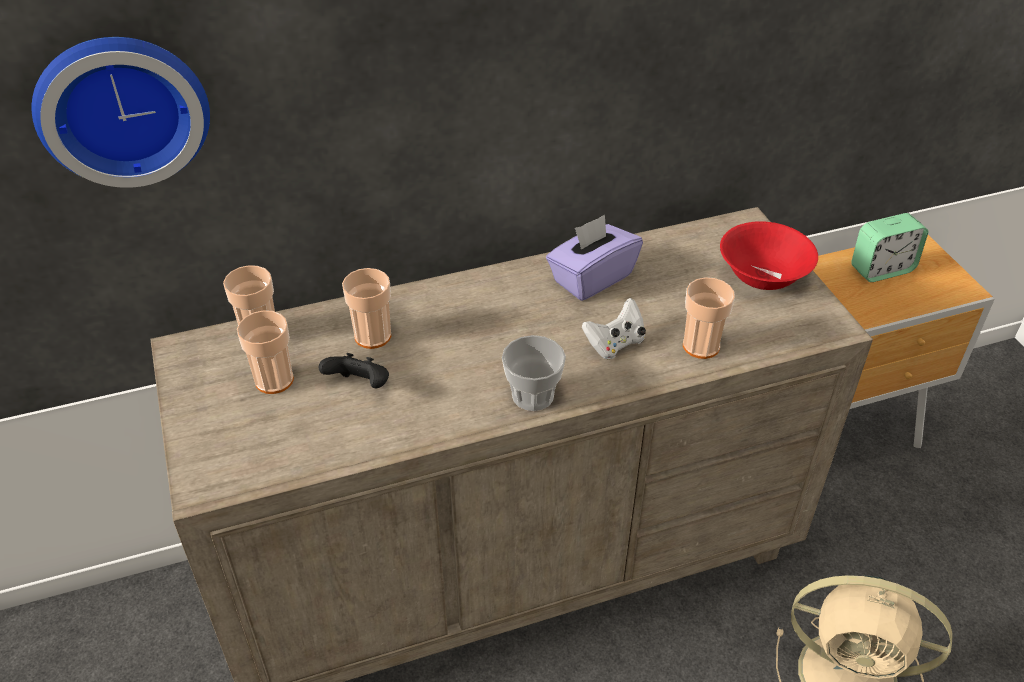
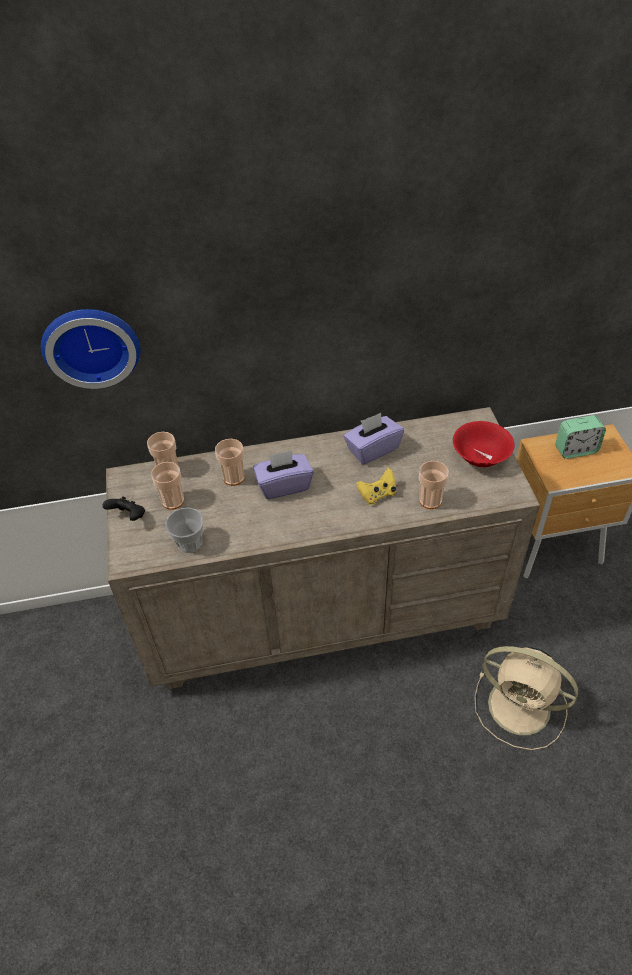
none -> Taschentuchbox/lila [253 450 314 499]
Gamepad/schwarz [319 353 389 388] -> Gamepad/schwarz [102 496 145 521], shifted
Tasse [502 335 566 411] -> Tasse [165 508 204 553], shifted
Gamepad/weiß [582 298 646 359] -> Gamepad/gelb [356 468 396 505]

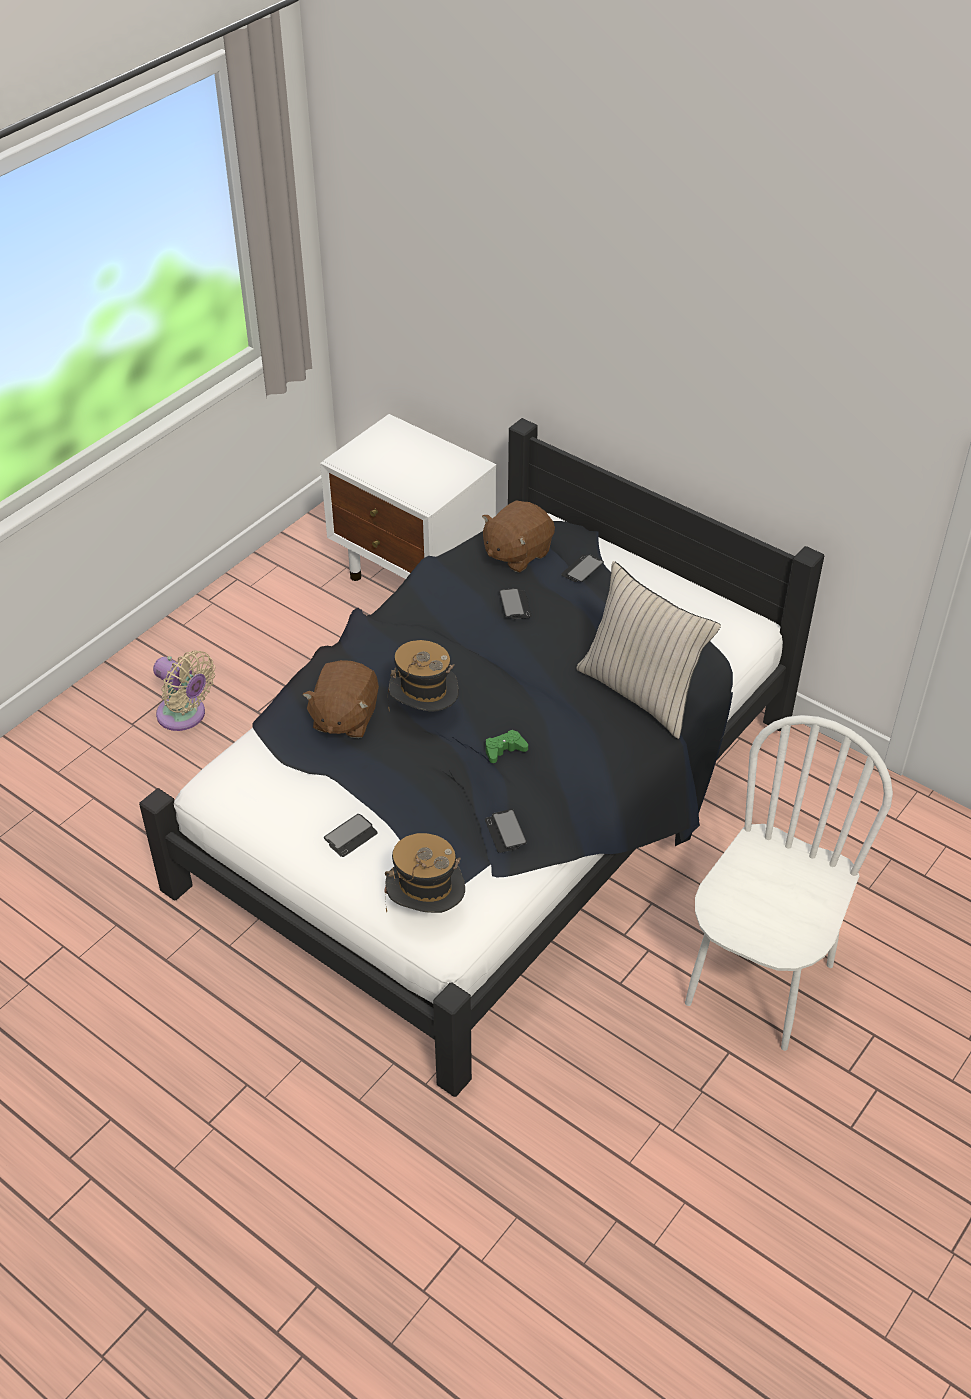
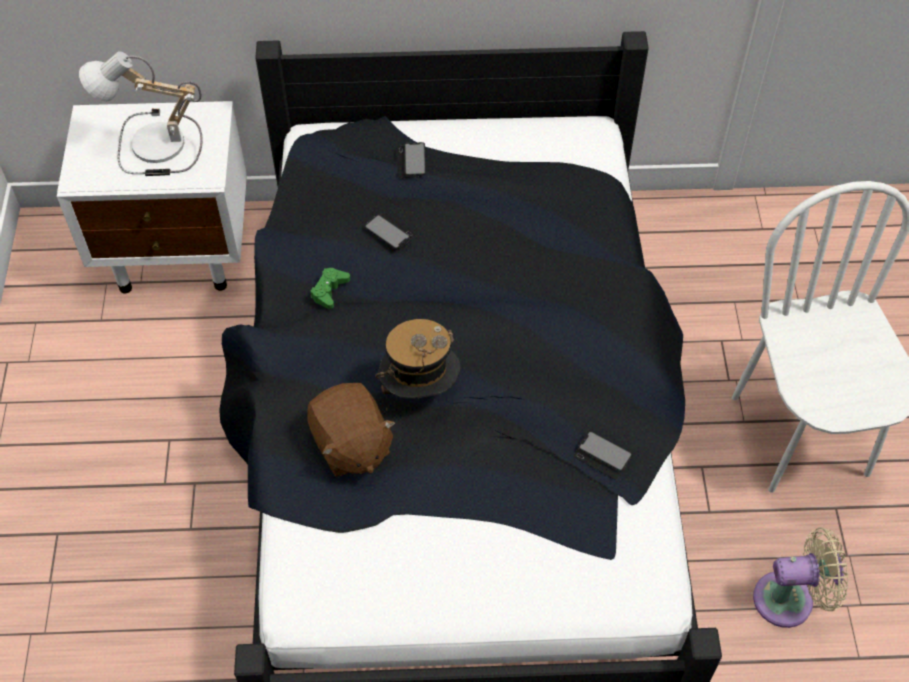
Handy [324 814 378 857] -> none
Hut [384 833 465 913] -> none
Plüschtier/braun [482 500 555 573] -> none
Kissen/beige [576 561 721 739] -> none
none -> Tischlampe [79 51 203 176]
Ventilator/beige [153 650 215 731] -> Ventilator/beige [753 527 848 628], shifted
Gamepad/grün [486 730 528 763] -> Gamepad/grün [310 268 350 309], shifted

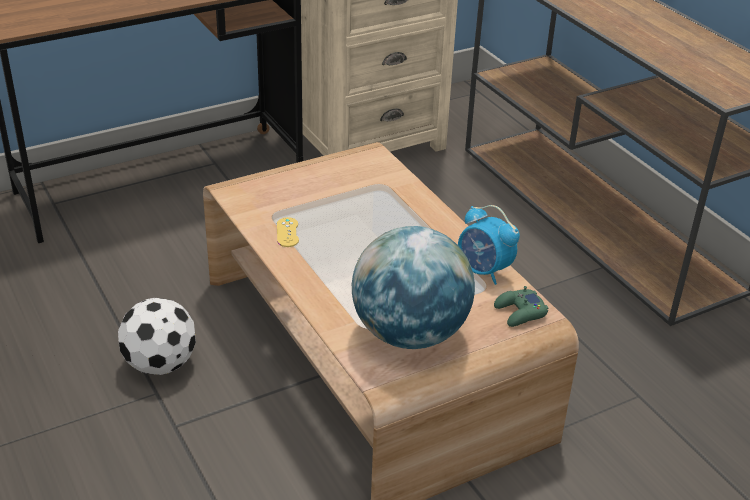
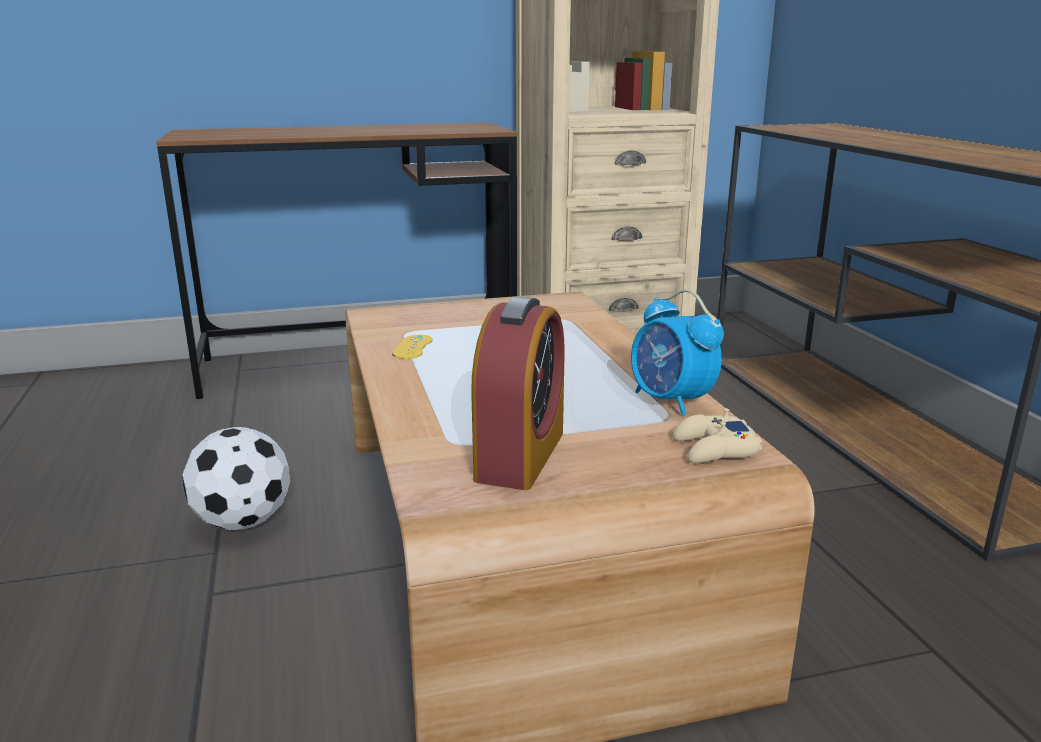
Globus [352 226 475 349] -> Wecker [471 297 565 490]
Gamepad/grün [494 286 549 327] -> Gamepad/beige [672 408 762 464]

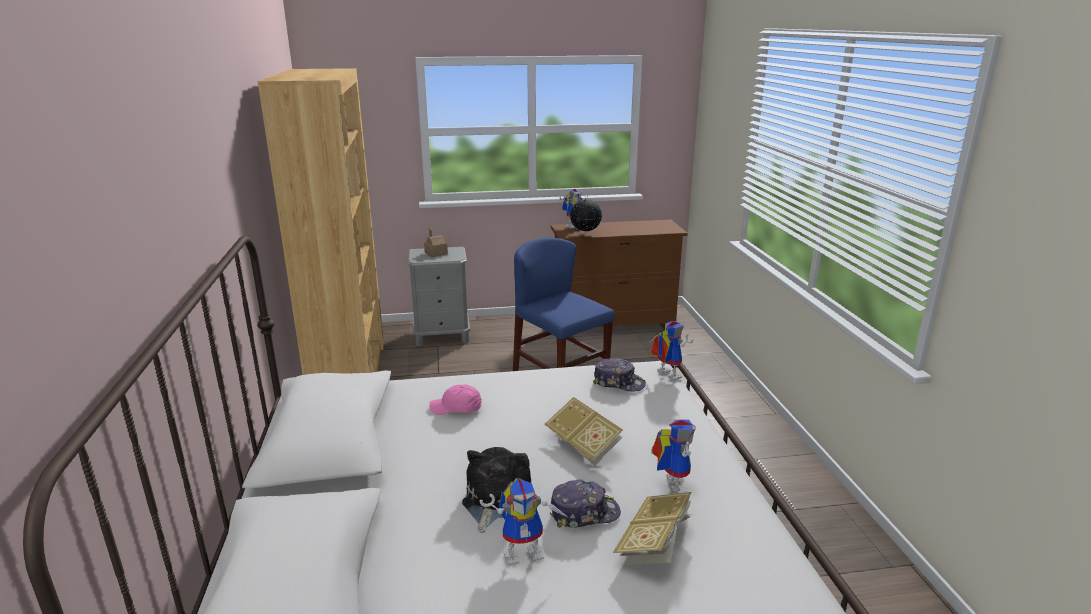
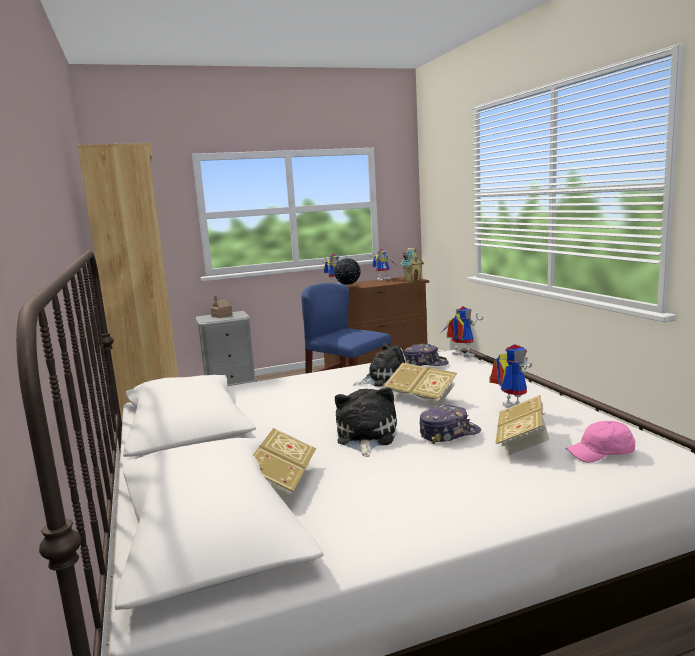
none -> Buch [253 428 316 504]
none -> Plüschtier [353 343 407 387]
none -> Spielzeughaus [401 248 424 281]
Kappe/rosa [429 385 482 415] -> Kappe/rosa [565 421 635 463], shifted
Spielzeugroboter [480 478 569 565] -> Spielzeugroboter [369 248 395 281], shifted

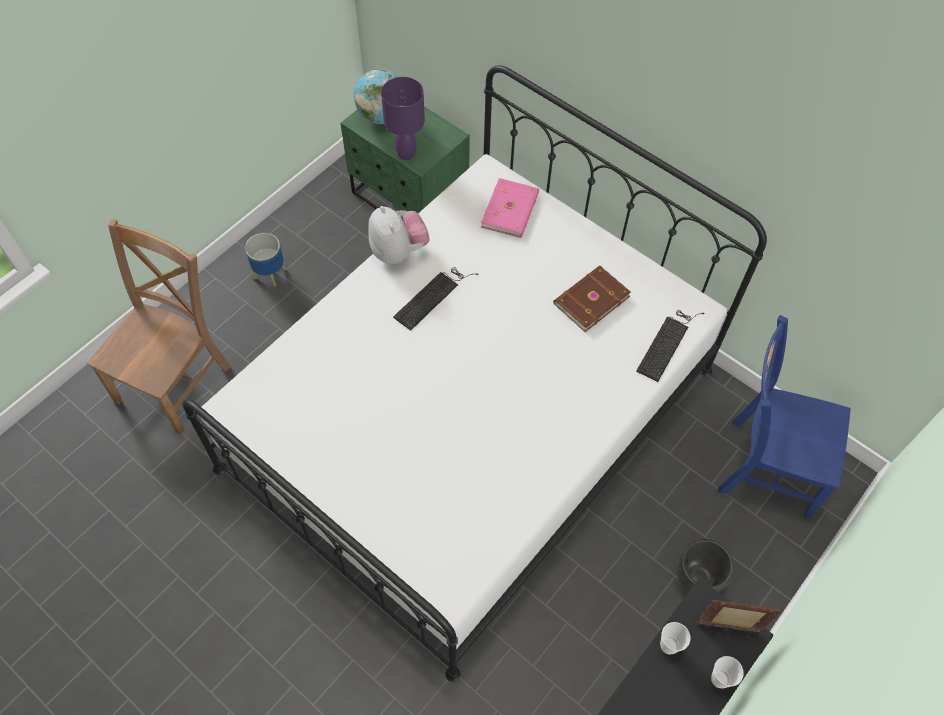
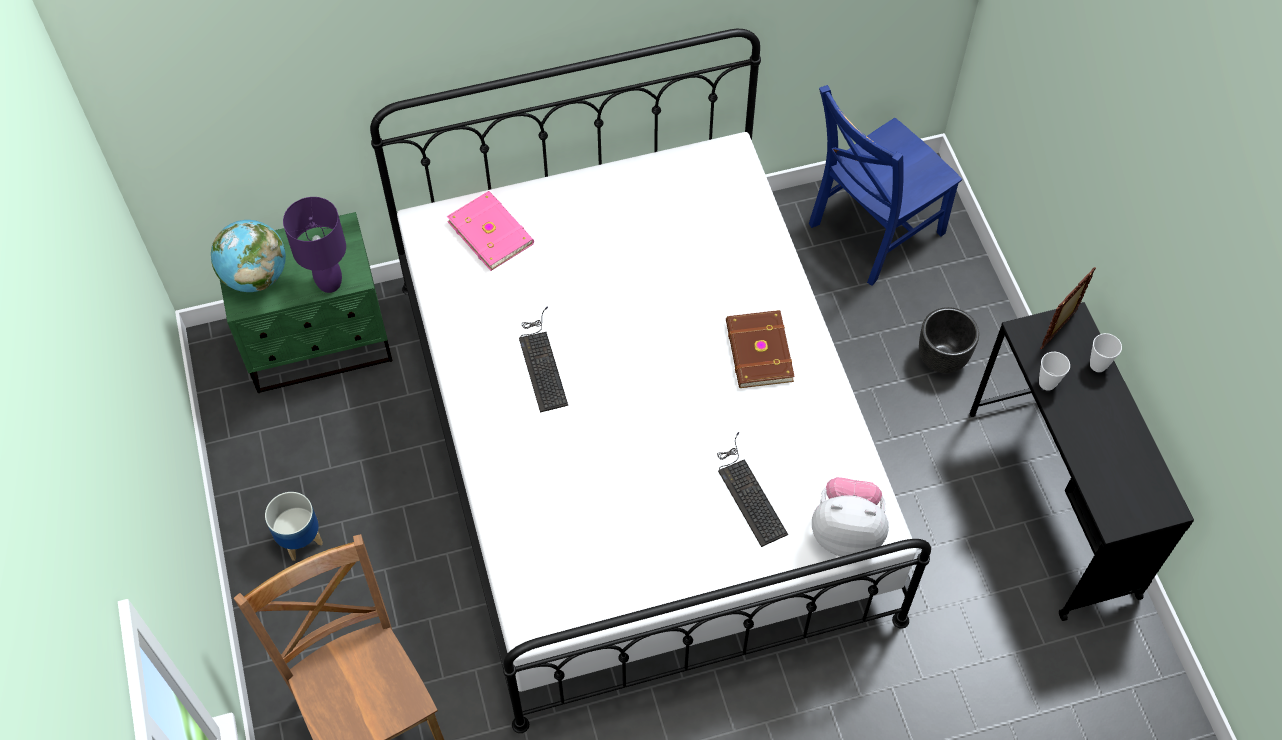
Plüschtier [368 206 430 264] -> Plüschtier [812 477 889 557], shifted
Buch/braun [553 265 631 332] -> Buch/braun [726 310 795 388], shifted
Tastatur [636 310 705 382] -> Tastatur [717 432 788 547], shifted

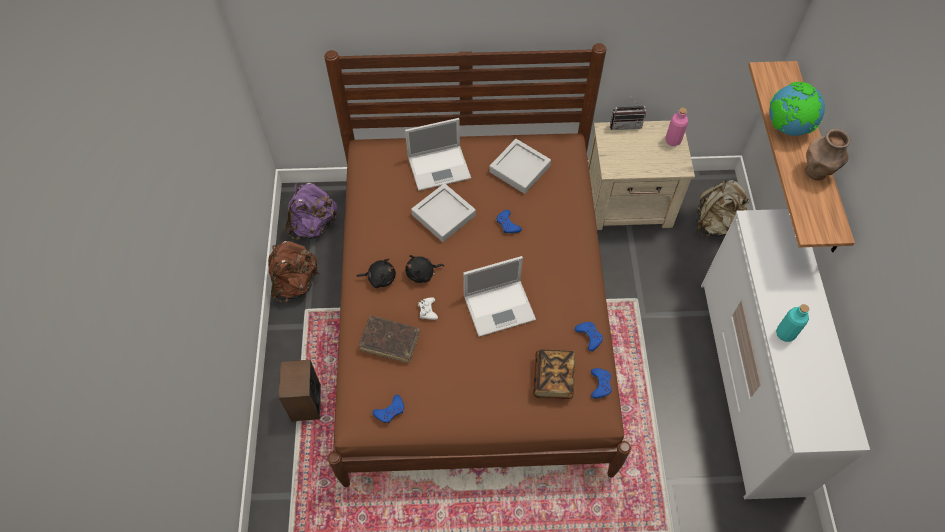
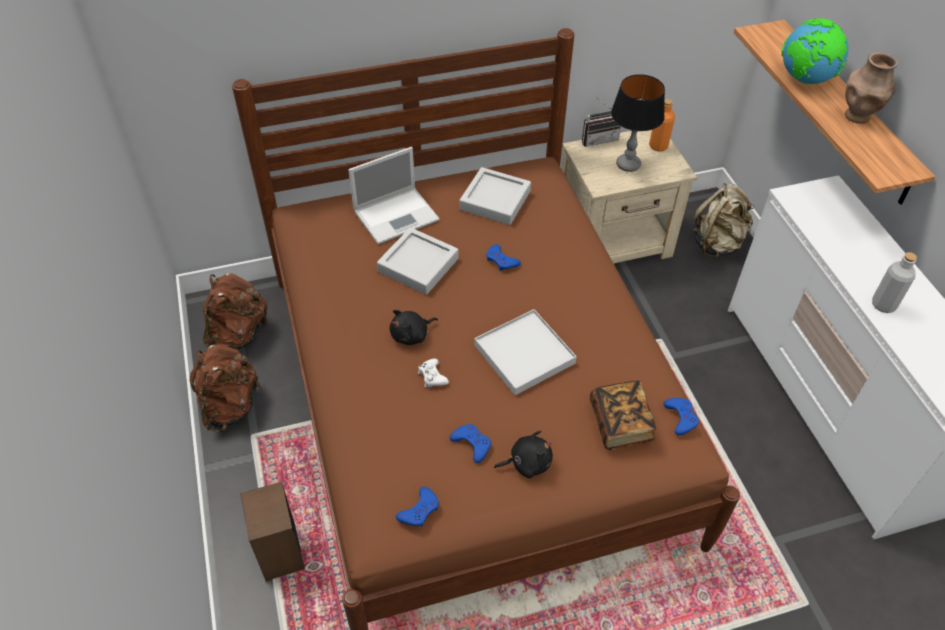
Buch/braun [359 315 420 363] -> none
none -> Tischlampe [611 74 665 172]
Plüschtier/schwarz [357 259 396 288] -> Plüschtier/schwarz [494 430 553 478], shifted
Gamepad/blau [575 322 603 351] -> Gamepad/blau [450 424 491 463], shifted
Laptop [463 256 536 337] -> Tablett/weiß [474 309 577 395]
Rucksack/lila [285 183 338 240] -> Rucksack/braun [203 273 269 349]
Flasche/rosa [666 108 688 146] -> Flasche/orange [649 99 675 152]
Flasche/türkis [776 304 809 342] -> Flasche/grau [872 252 917 313]

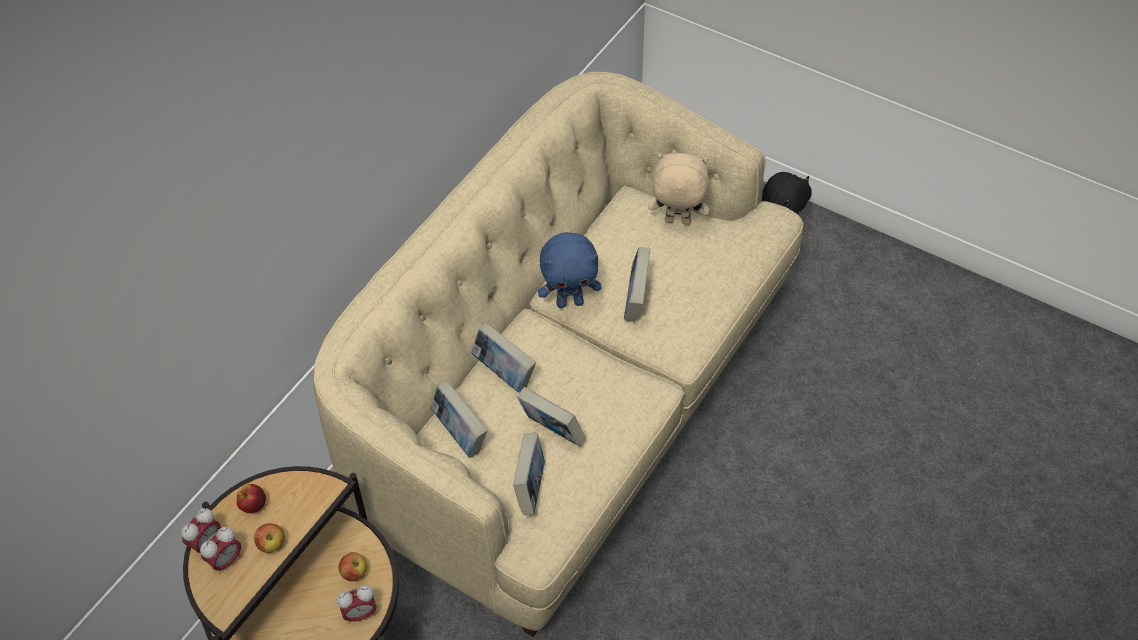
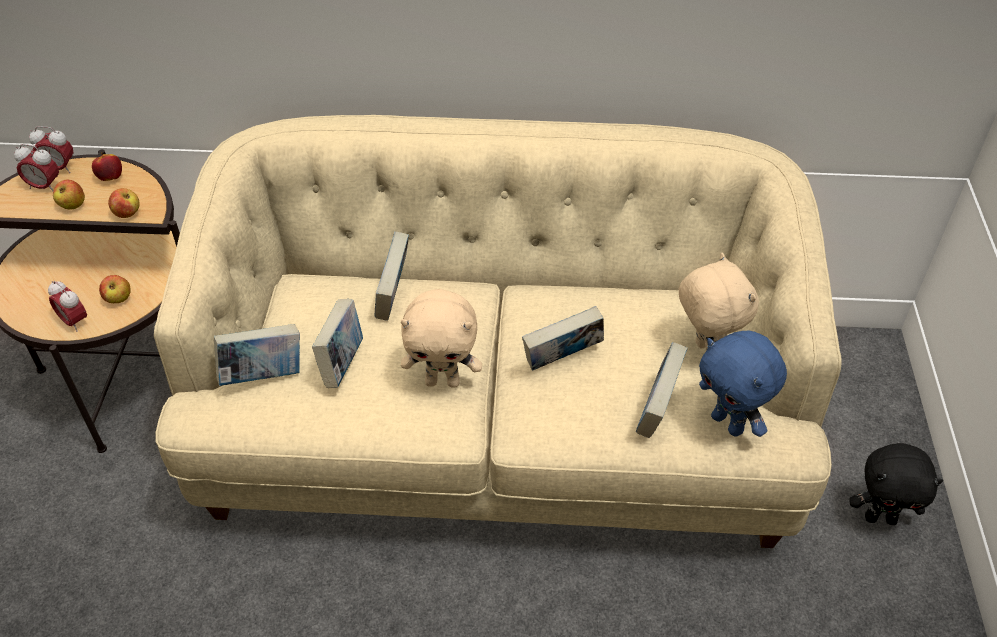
none -> Apfel [108 188 140 218]
none -> Plüschtier/beige [401 289 482 388]
Buch [431 381 487 458] -> Buch [636 342 688 438], shifted
Plüschtier/blau [538 232 602 308] -> Plüschtier/blau [699 331 787 437], shifted

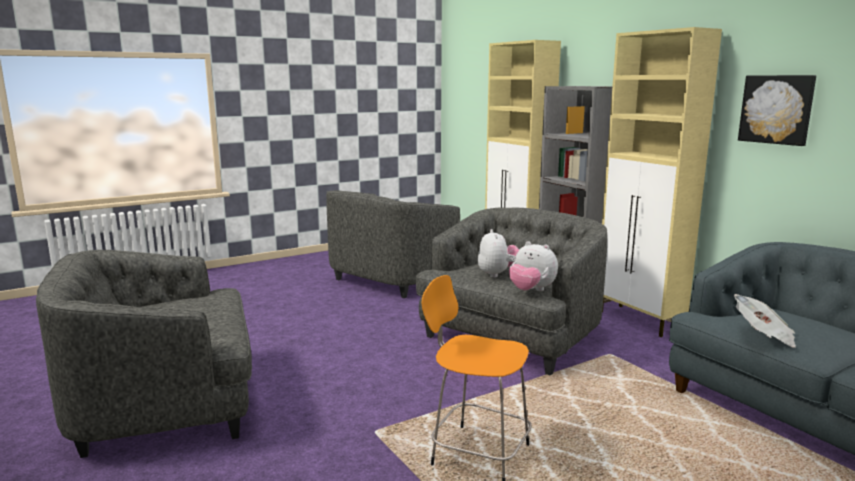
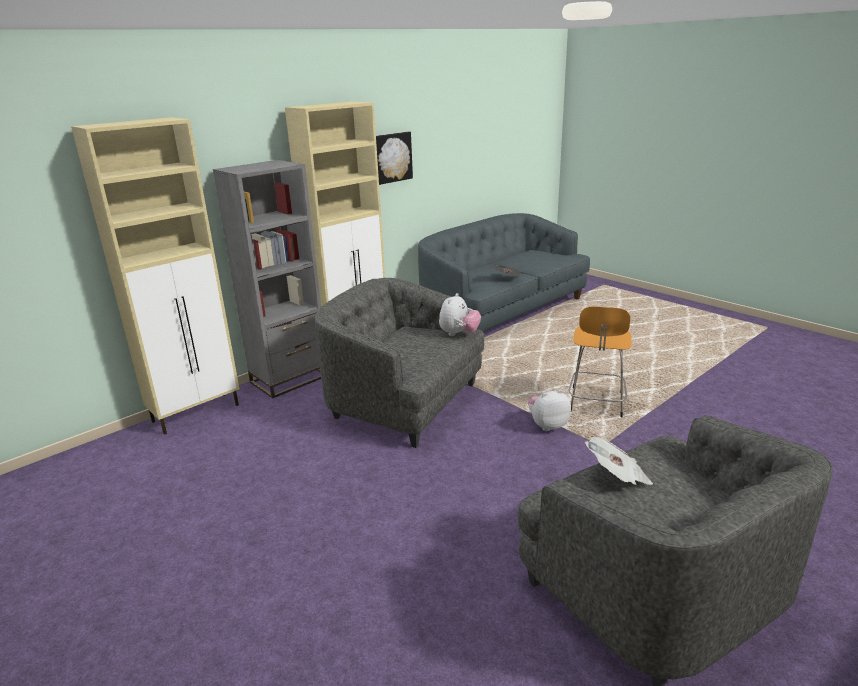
Sessel/grau [326 190 460 298] -> none
none -> Zeitung [585 437 653 485]
Plüschtier [478 229 519 278] -> Plüschtier [528 390 571 431], shifted

